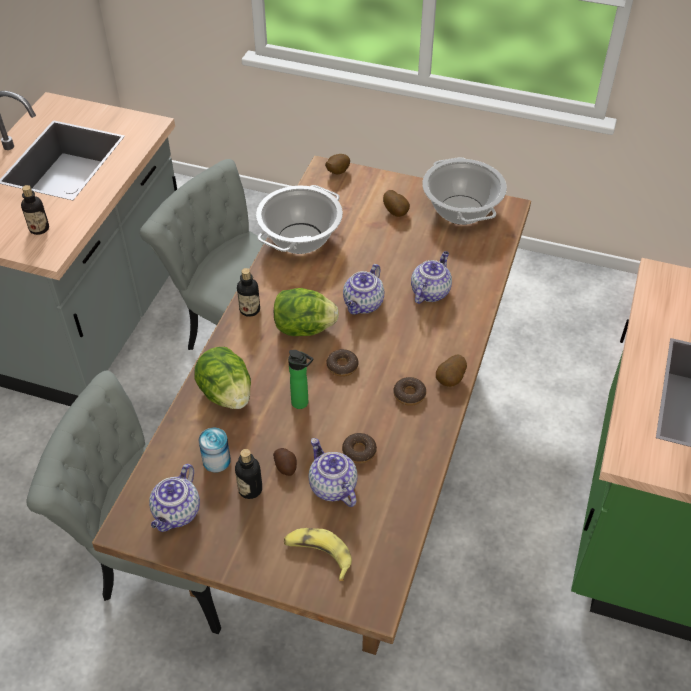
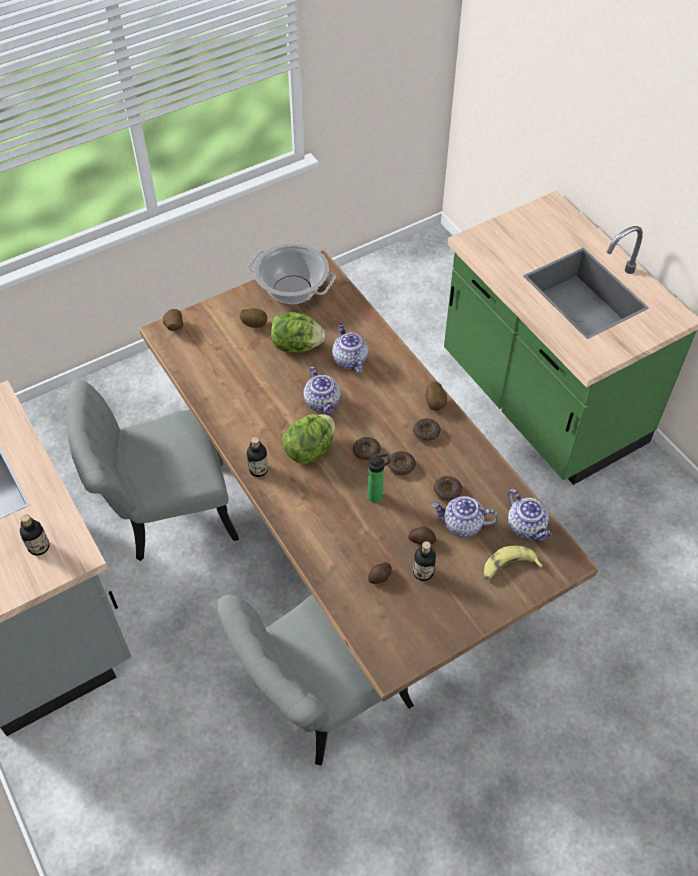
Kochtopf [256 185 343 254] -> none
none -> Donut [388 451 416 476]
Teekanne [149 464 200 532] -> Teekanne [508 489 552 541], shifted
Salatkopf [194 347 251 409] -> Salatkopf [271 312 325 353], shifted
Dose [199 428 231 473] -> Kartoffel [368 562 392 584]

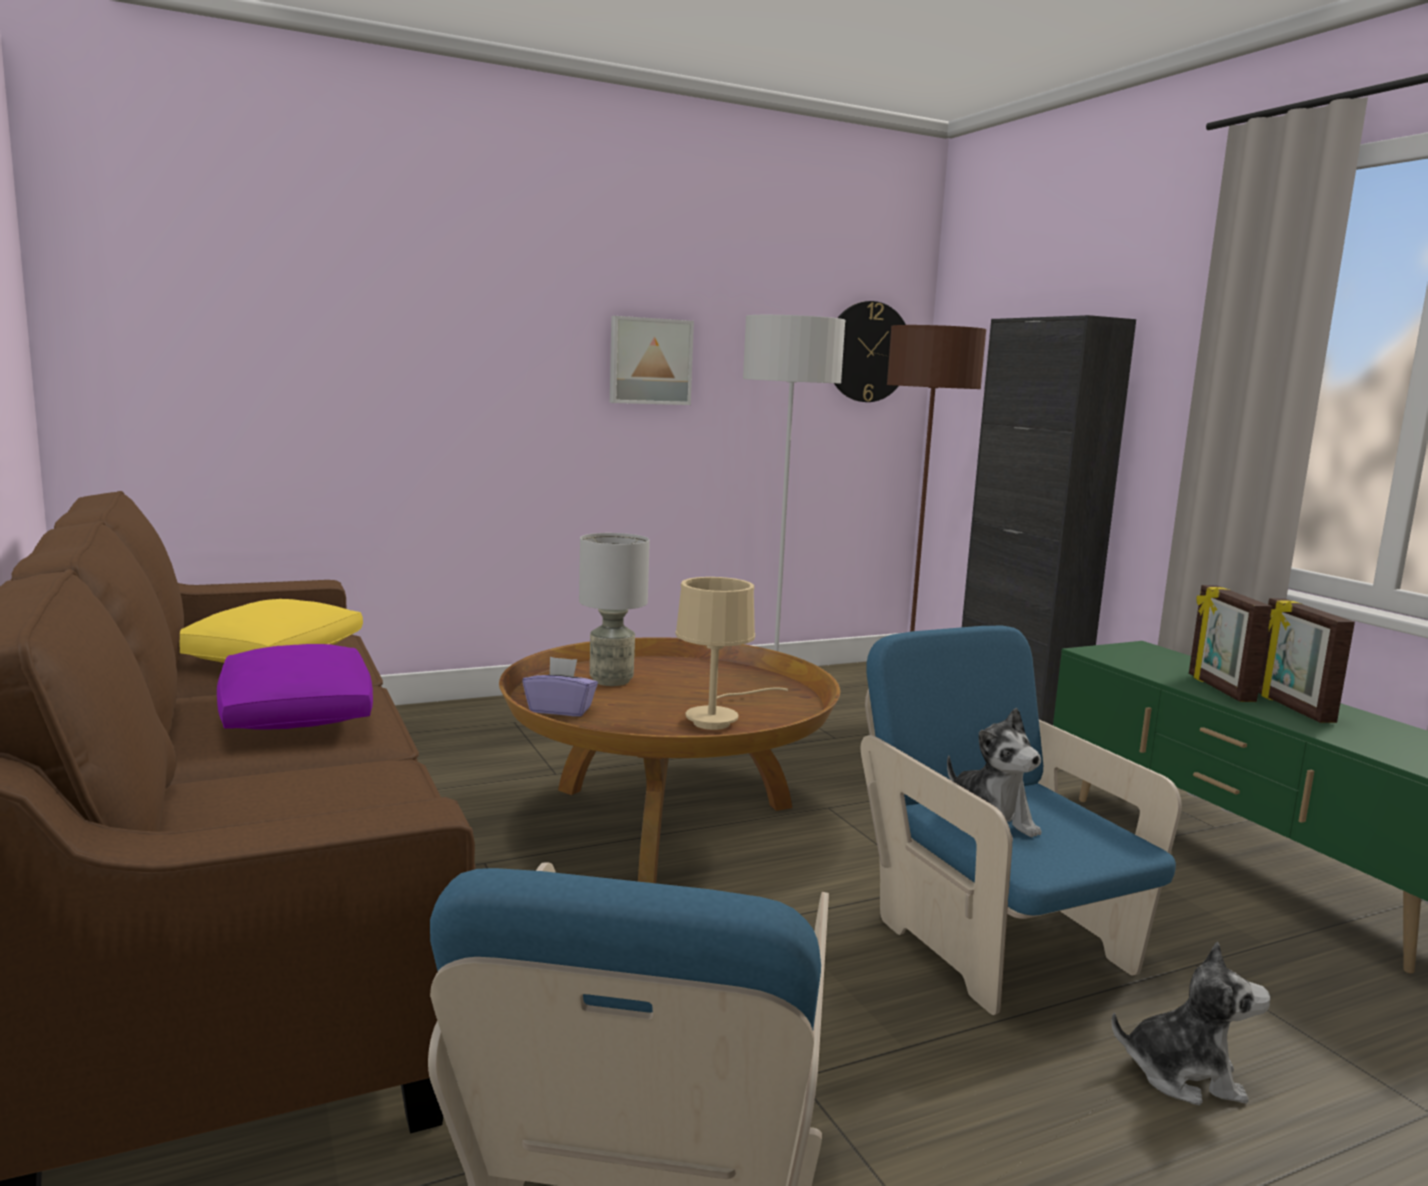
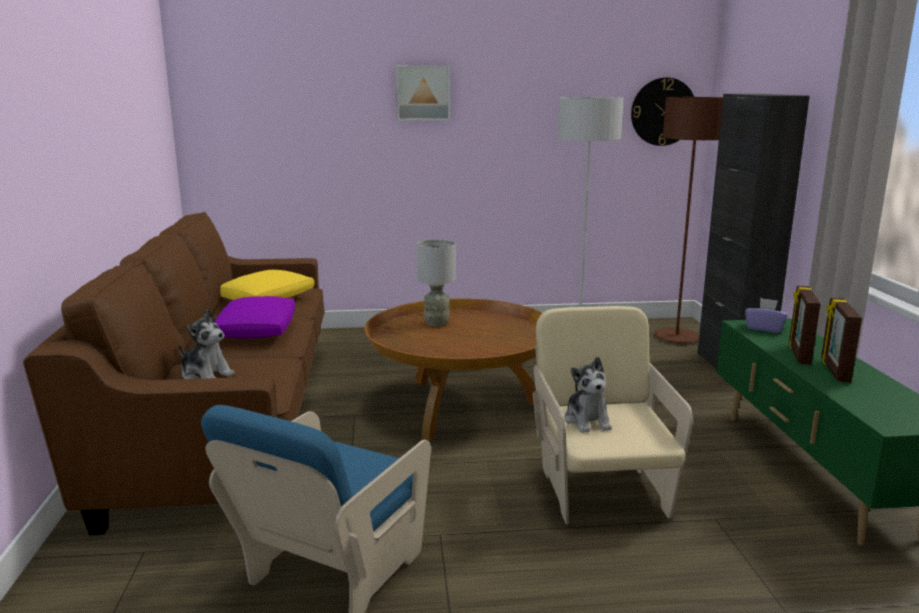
Tischlampe/beige [675 577 788 730] -> none
Taschentuchbox/lila [522 657 598 716] -> Taschentuchbox/lila [745 298 788 333], shifted
Bild [610 316 694 405] -> Bild [396 65 450 121], shifted
Plüschtier [1111 942 1271 1105] -> Plüschtier [178 309 235 379], shifted
Sessel/blau [861 626 1182 1015] -> Sessel/beige [533 306 693 524]

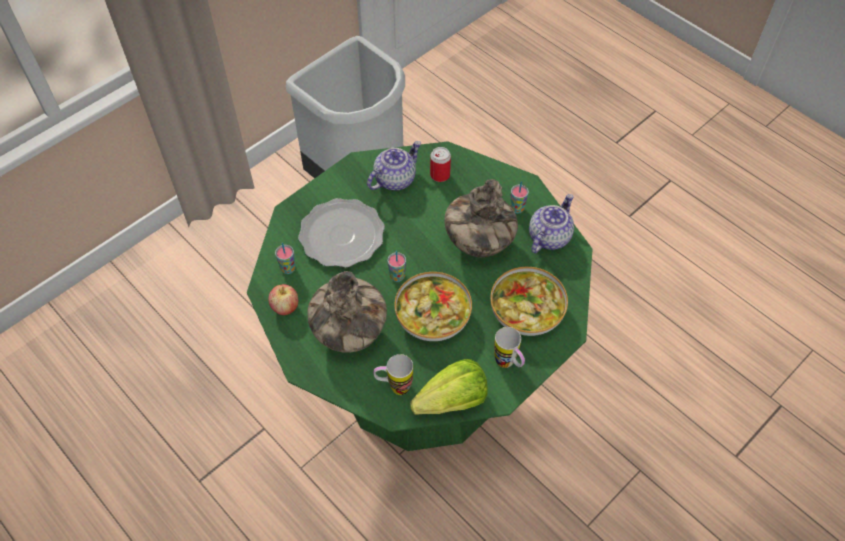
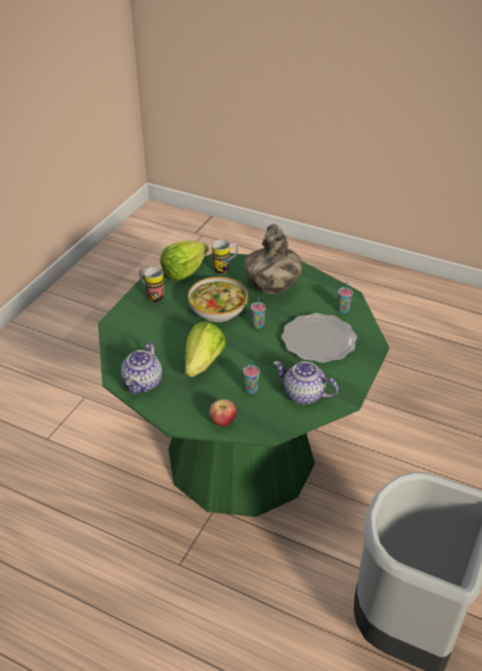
Dose [430 147 451 182] -> none
Schüssel [490 267 568 336] -> none
Apfel [269 284 298 315] -> Apfel [209 399 237 426], shifted
Tasse [510 181 529 214] -> Tasse [243 360 260 394], shifted
Vase [444 179 518 257] -> Salatkopf [185 322 226 377]
Teekanne [367 141 421 191] -> Teekanne [274 361 338 405], 90 degrees clockwise

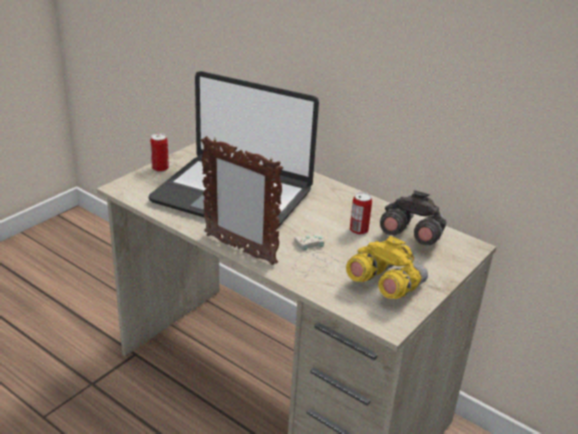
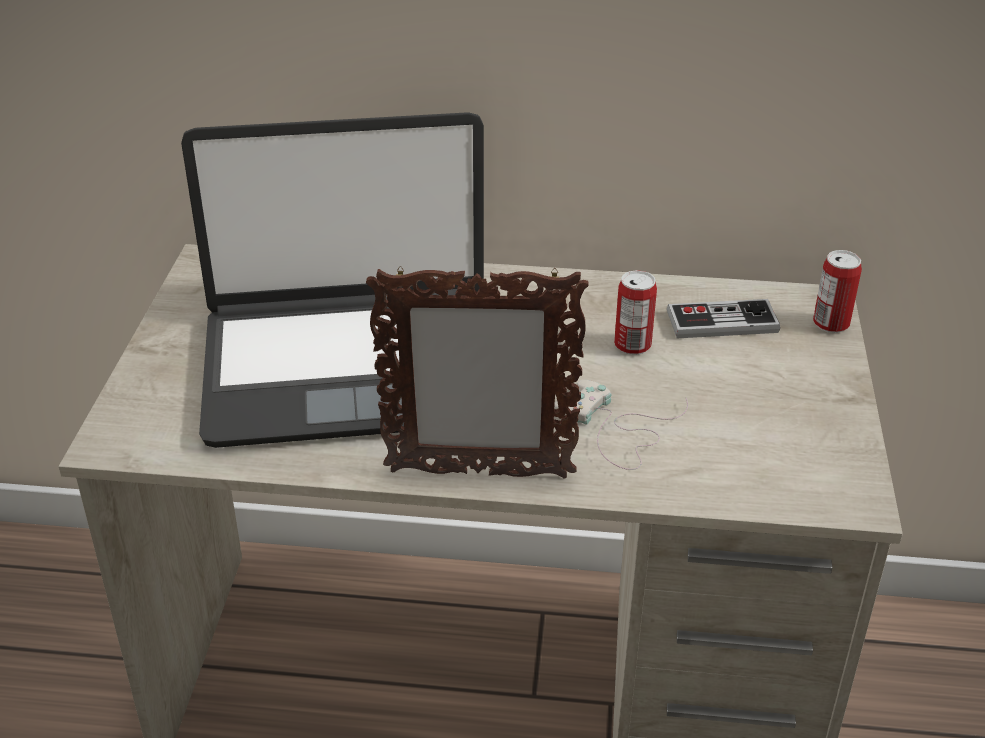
Fernglas/gelb [346 236 428 299] -> none
Dose [150 133 169 172] -> Dose [813 250 862 333], shifted
Fernglas/grau [380 190 446 245] -> Gamepad [667 299 780 338]

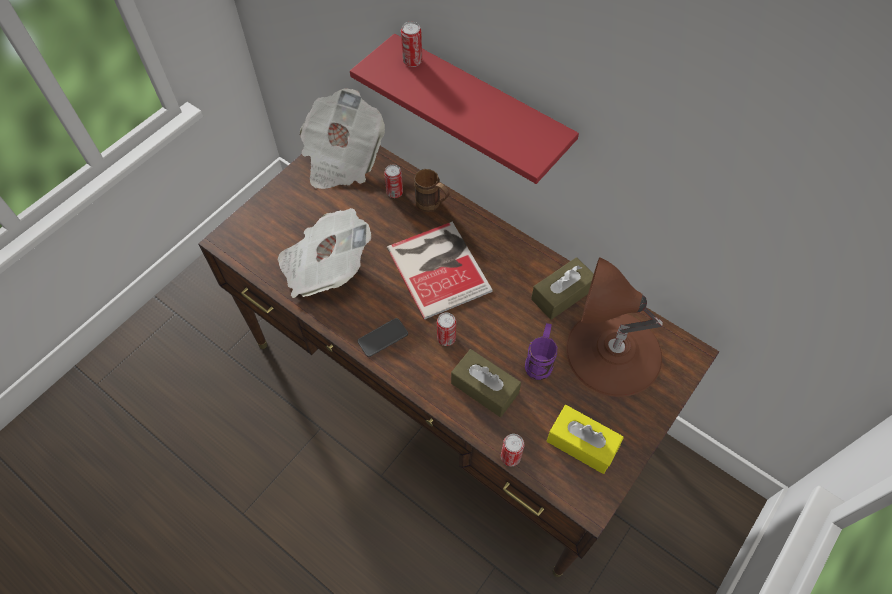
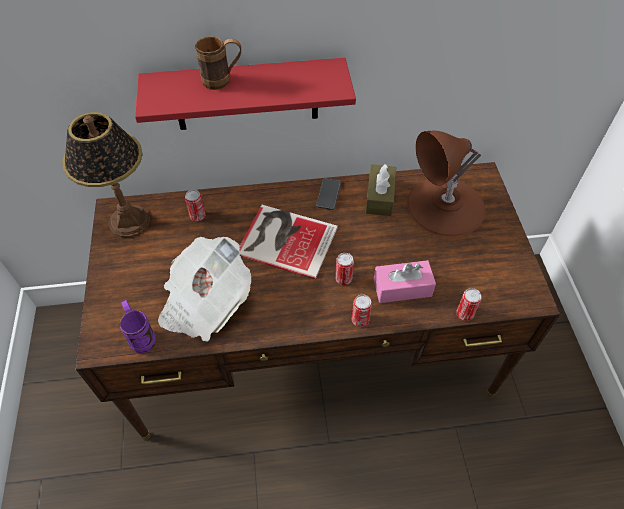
Taschentuchbox/gelb [547 405 624 474] -> none
Handy [358 318 408 357] -> Handy [316 178 341 210], shifted
Dose [401 22 422 67] -> Dose [352 294 372 327], shifted
Henkelbecher/braun [414 169 449 212] -> Henkelbecher/braun [195 36 241 90], shifted
Henkelbecher/lila [525 323 557 380] -> Henkelbecher/lila [119 300 156 353], shifted
Zeitung [300 88 385 189] -> Tischlampe [62 112 150 237]
Taschentuchbox/braun [451 349 521 417] -> Taschentuchbox/rosa [374 260 436 303]

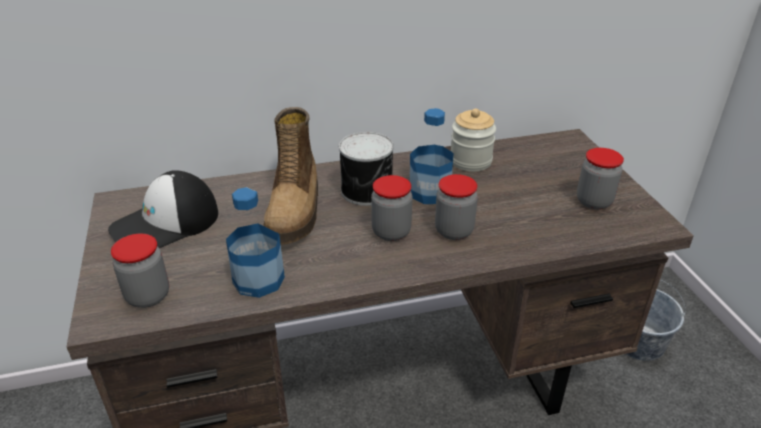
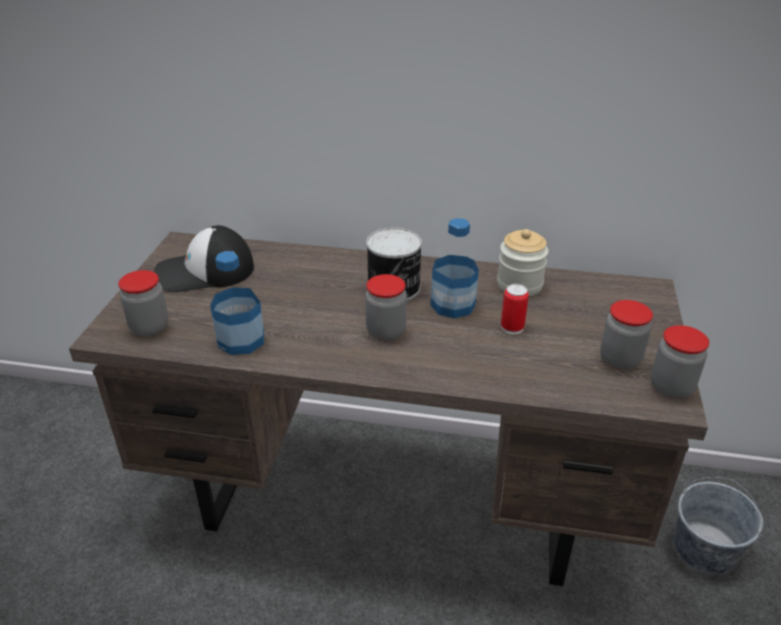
Stiefel [263 107 318 245] -> none
none -> Dose [501 284 529 334]
Vorratsglas [435 174 478 240] -> Vorratsglas [651 325 709 398], shifted

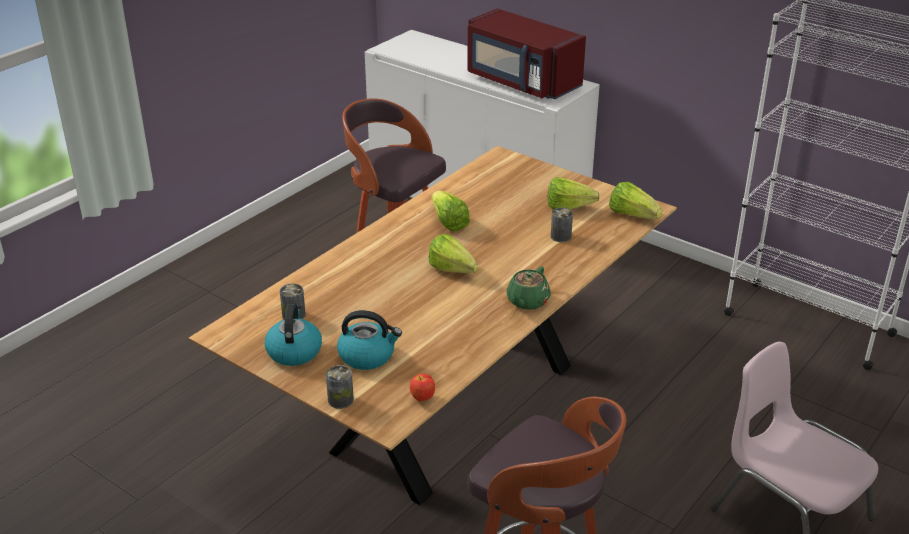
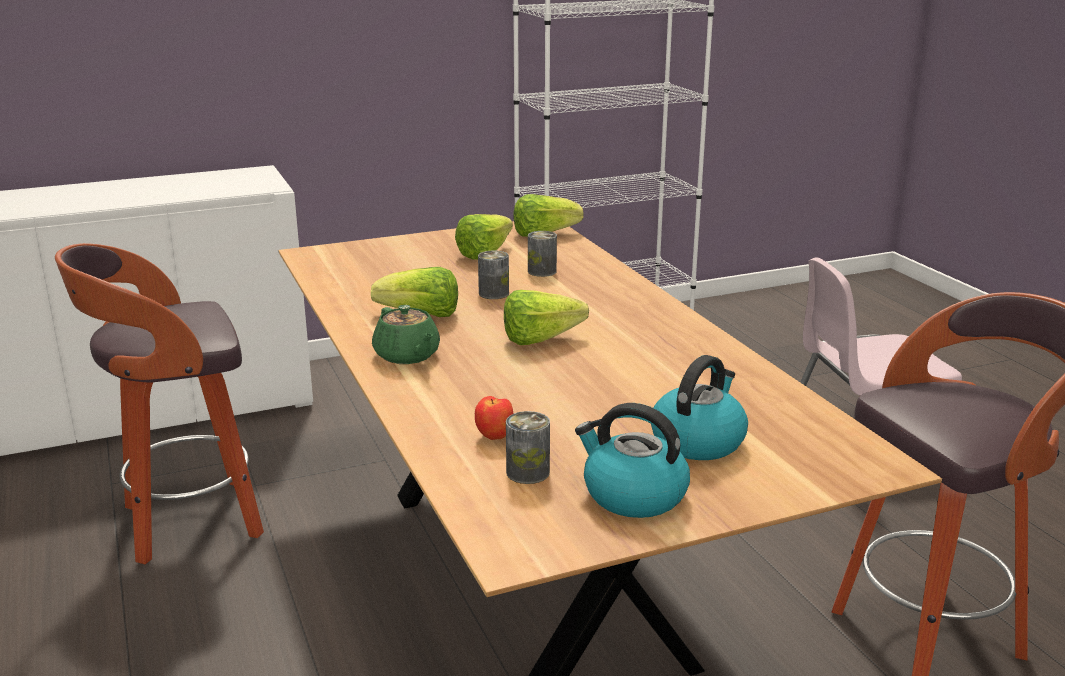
Mikrowelle/rot [467 8 586 99] -> none
Dose [326 365 354 409] -> Dose [478 250 509 299], shifted
Apfel [410 373 435 401] -> Apfel [475 396 513 440], shifted
Teekanne/grün [506 267 551 310] -> Teekanne/grün [372 305 440 364], shifted

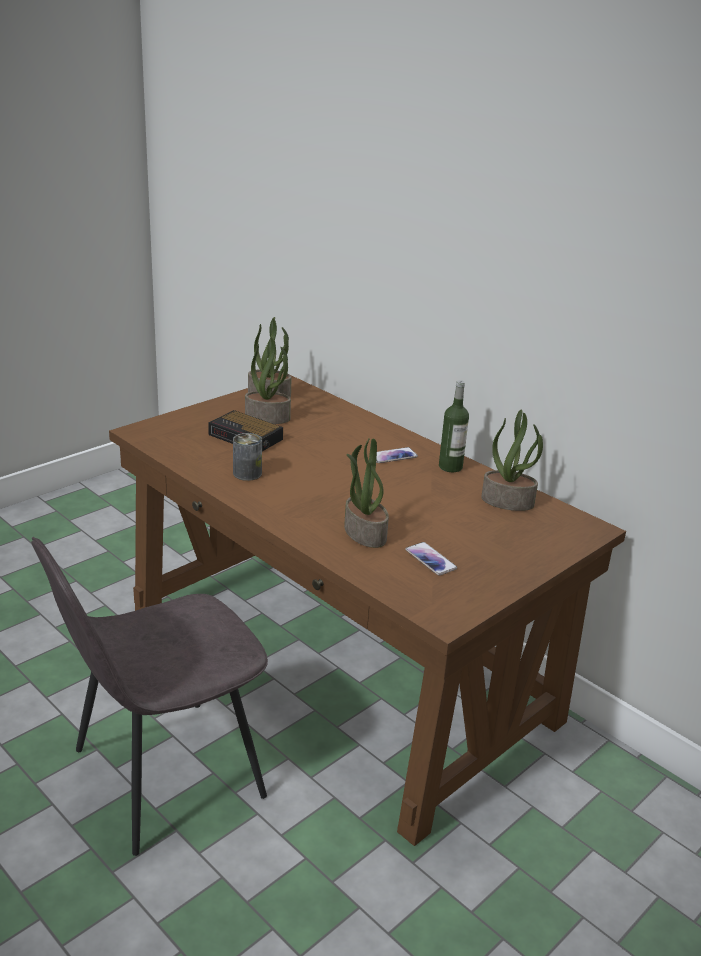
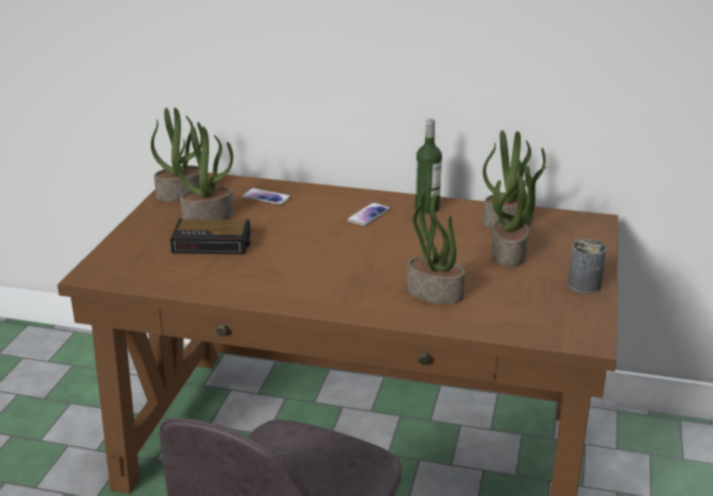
none -> Topfpflanze [491 160 546 267]
Dose [233 433 262 481] -> Dose [568 239 607 294], shifted
Handy [405 542 457 576] -> Handy [242 188 291 205], shifted

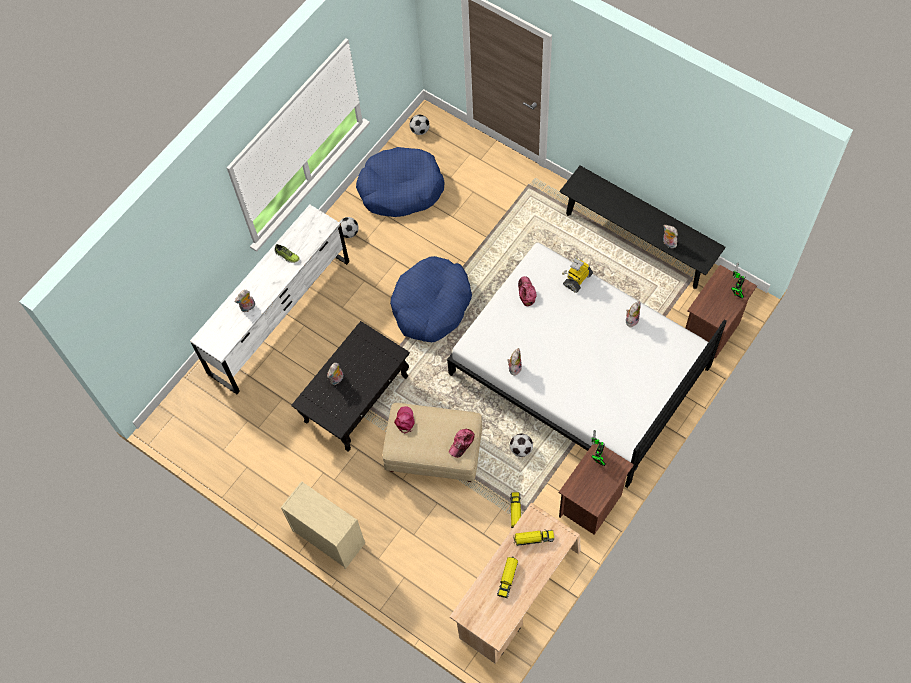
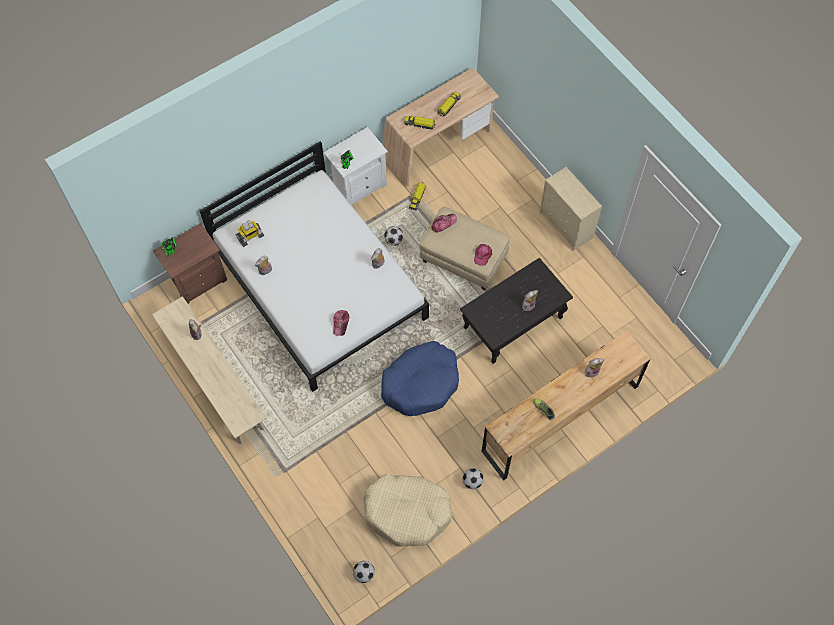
Spielzeugroboter [562 257 593 293] -> Spielzeugroboter [236 220 264 247], shifted
Kommode/weiß [190 205 349 394] -> Kommode/braun [482 330 651 480]
Hundebett/blau [356 147 445 217] -> Hundebett/beige [364 474 453 547]
Bank/schwarz [559 166 726 289] -> Bank/beige [152 296 266 444]
Nachttisch/braun [559 444 634 535] -> Nachttisch/weiß [324 127 388 206]

